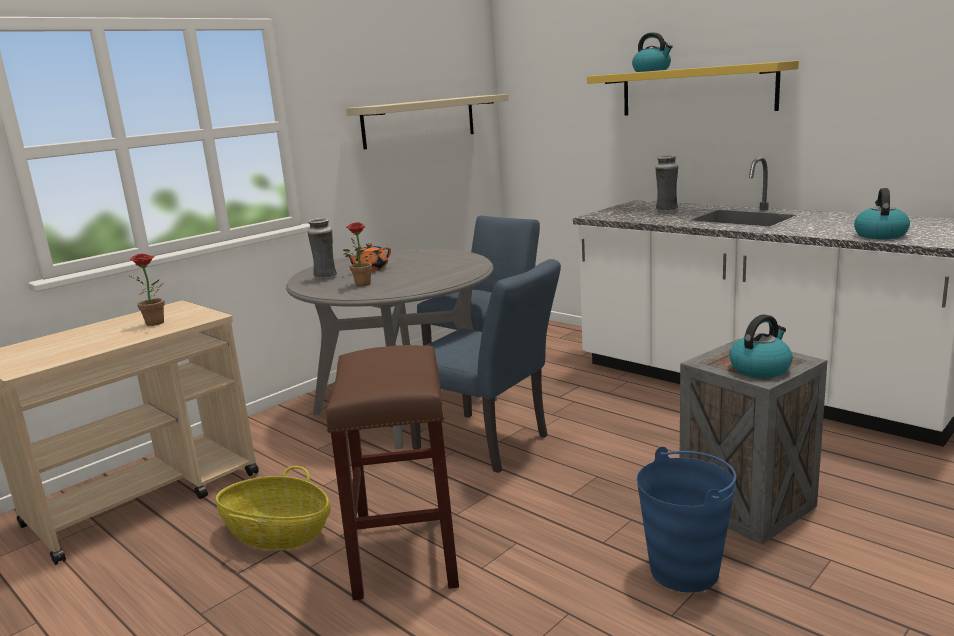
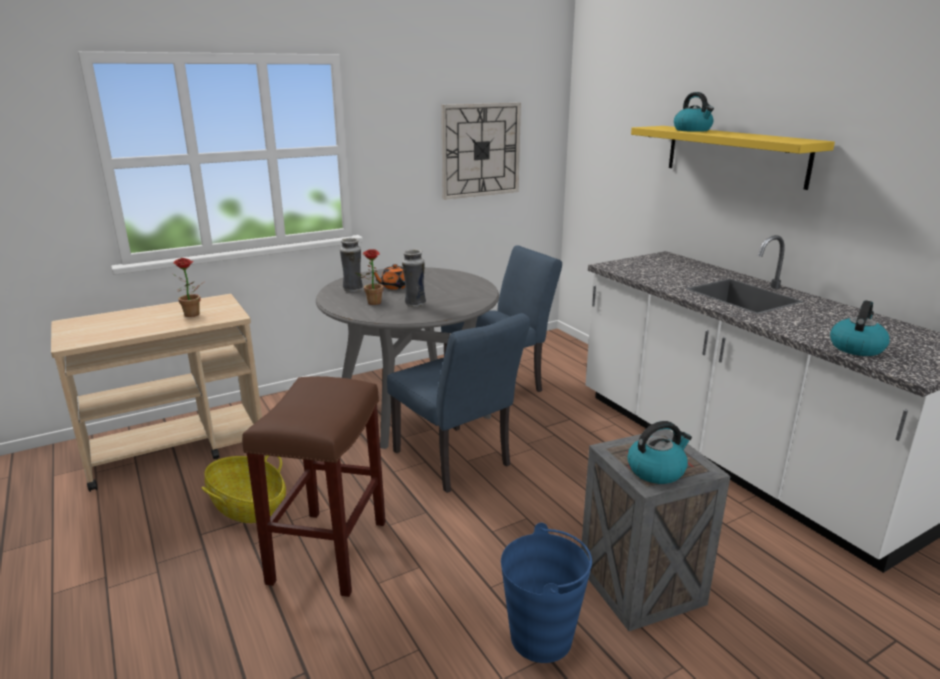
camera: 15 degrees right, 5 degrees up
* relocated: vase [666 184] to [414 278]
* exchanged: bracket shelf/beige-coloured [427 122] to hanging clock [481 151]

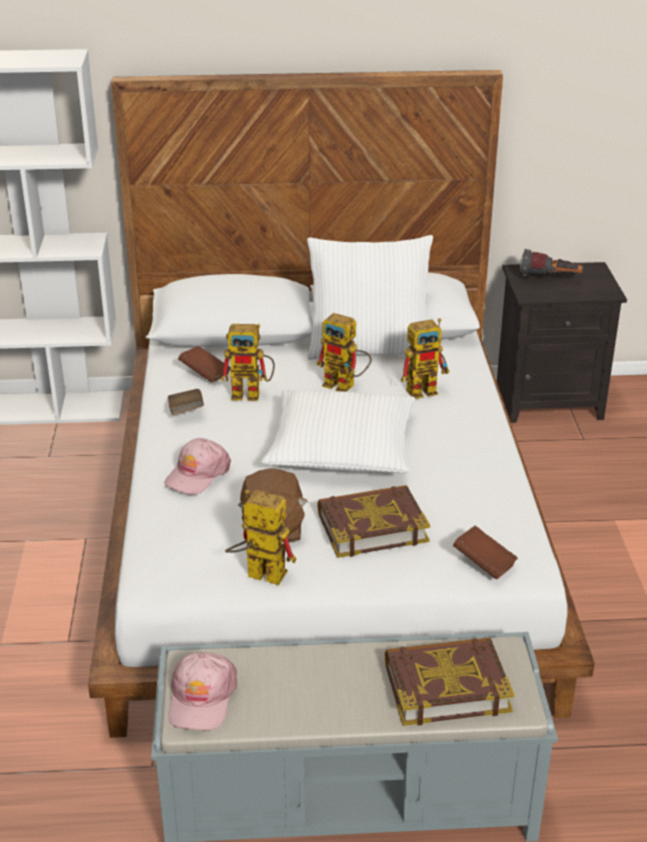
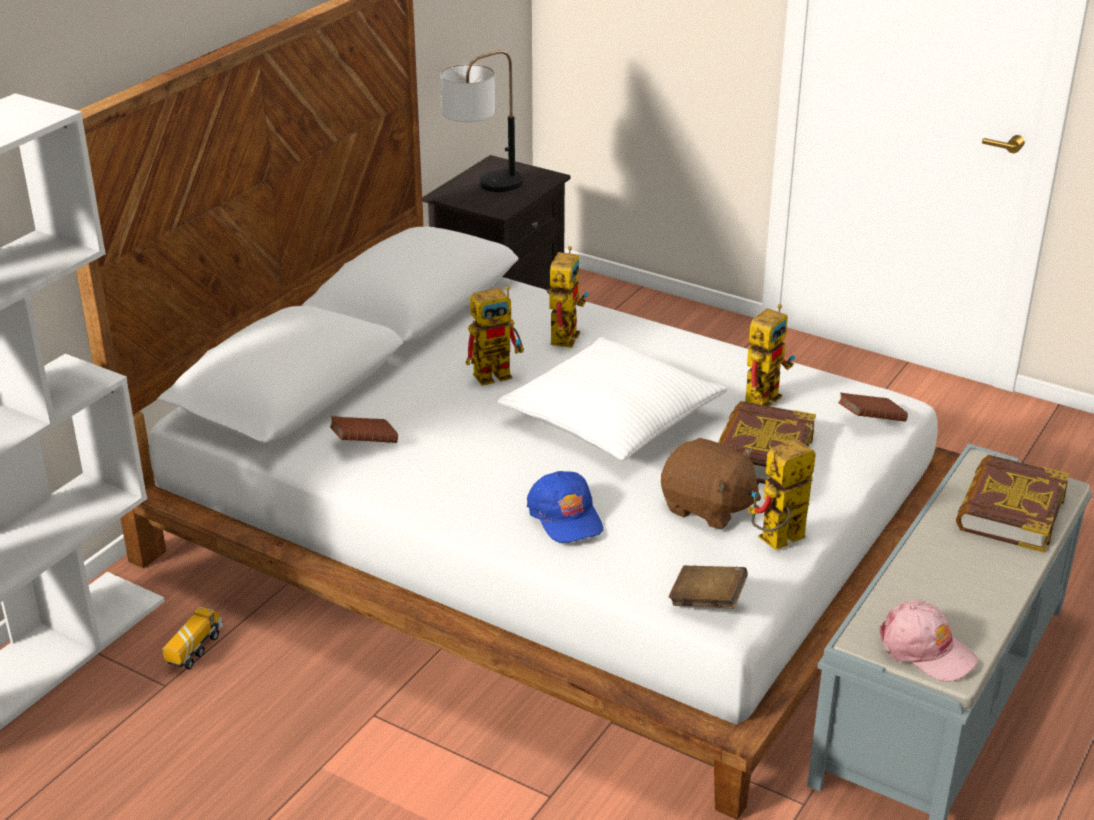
camera: 55 degrees left, 0 degrees up
* appeared: model truck [192 638]
* exchanged: flashlight [551 263] to table lamp [482 121]
* colour: peaked cap/pinkish [197 466] to peaked cap/blue [565 507]
* relocated: book/brownish [186 402] to [708 587]
* relocated: robot figure [248 362] to [770 355]
* missing: throw pillow/white [370 297]

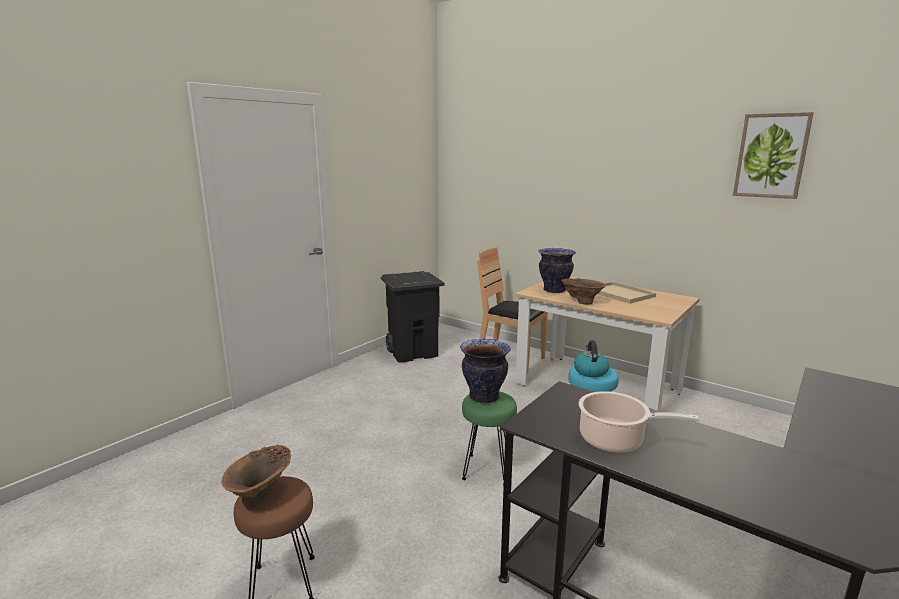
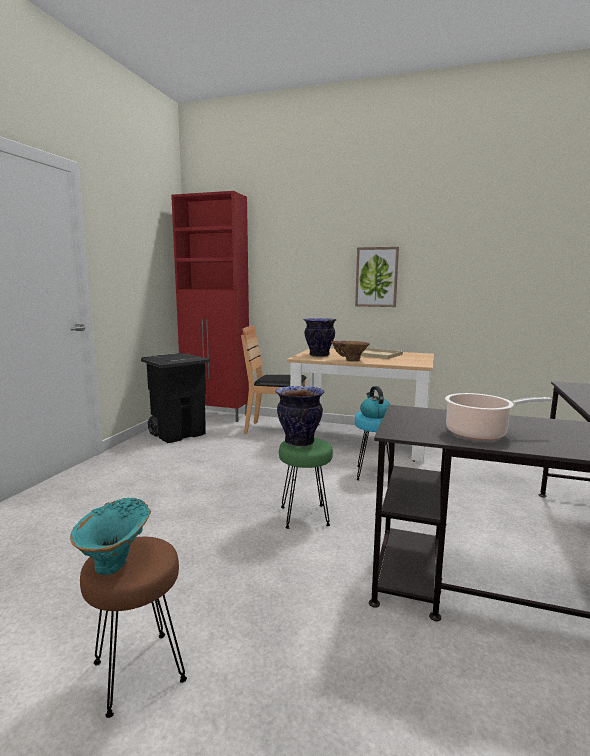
camera: 20 degrees left, 5 degrees down
* colour: vase/brownish [256 476] to vase/turquoise [110 536]
* appeared: storage cabinet/red [210 306]
* relocated: wall picture [773 155] to [377 277]

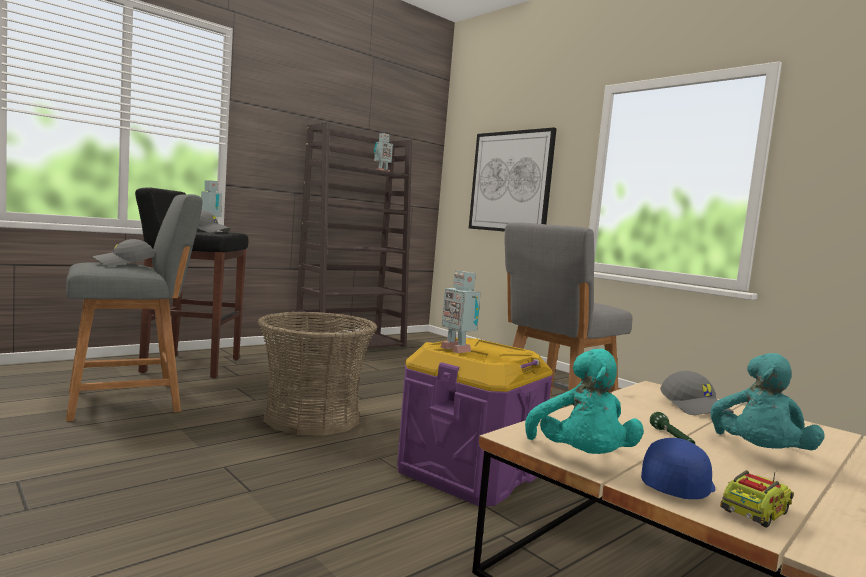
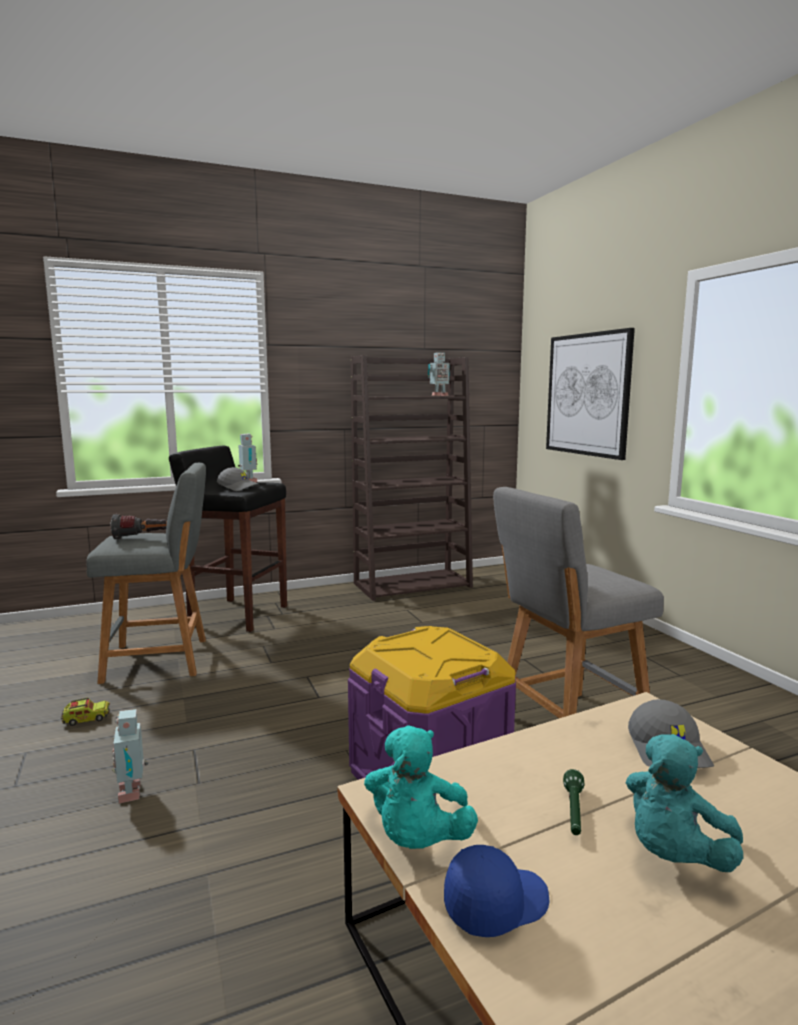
camera: 20 degrees right, 5 degrees up
* relocated: model truck [757 499] to [85 712]
* exchanged: peaked cap/gray [124 252] to flashlight [138 527]
* relocated: robot figure [461 312] to [130 756]
* missing: storage basket [317 374]

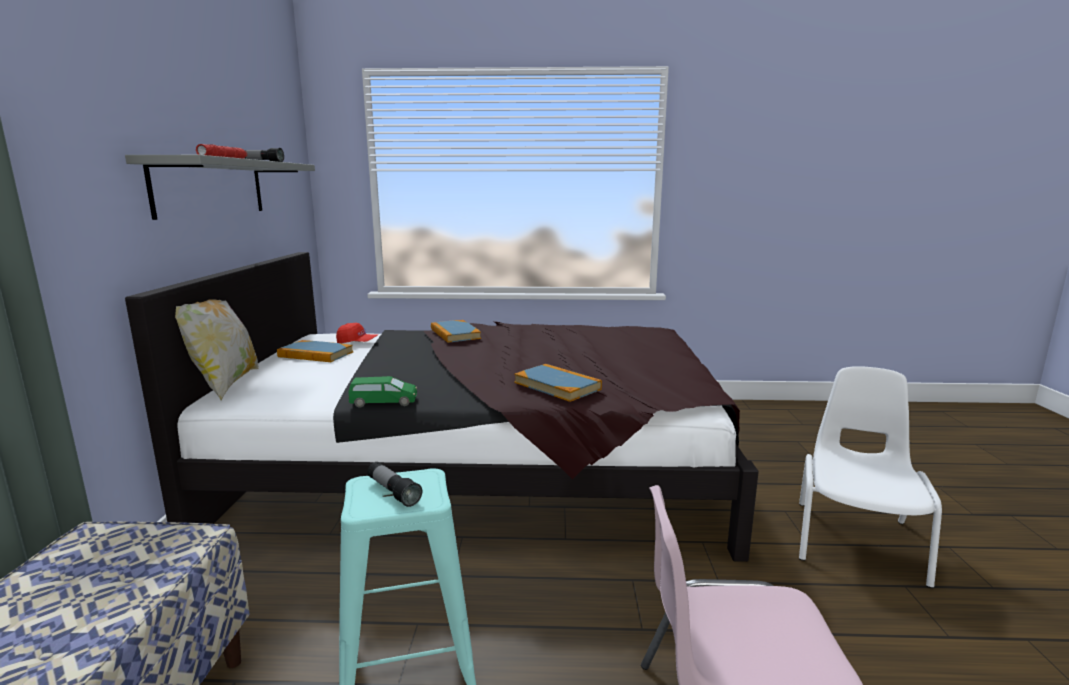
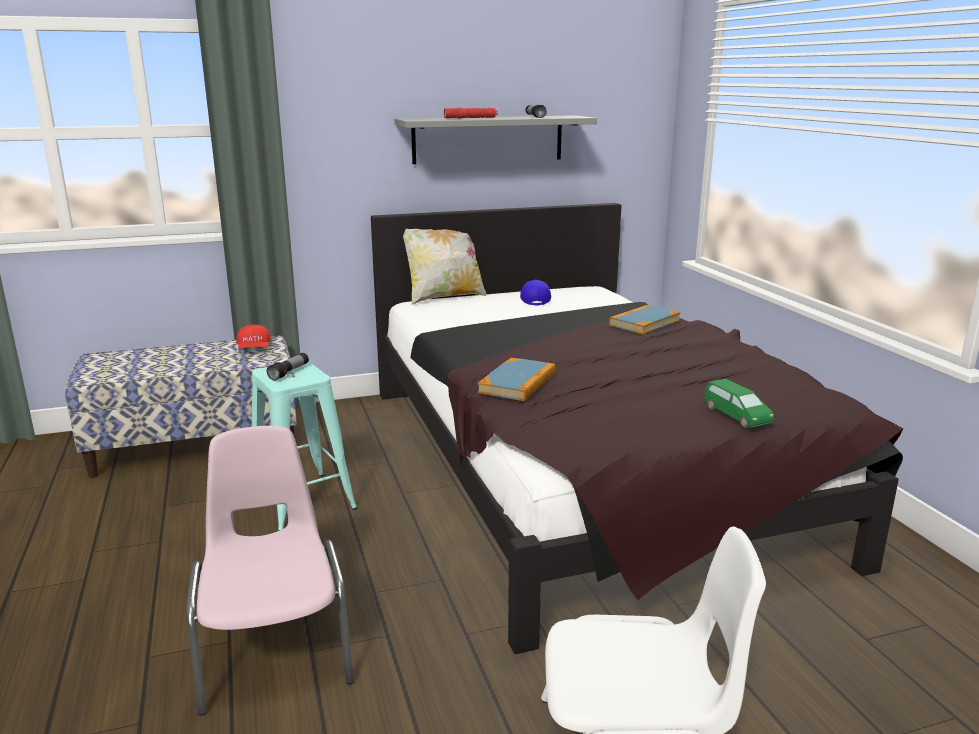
camera: 70 degrees right, 5 degrees up
* relocated: peaked cap/red [356 333] to [254 336]
* exchanged: book [315 351] to peaked cap/blue [535 292]
* relocated: toy car/greenish [383 391] to [739 403]

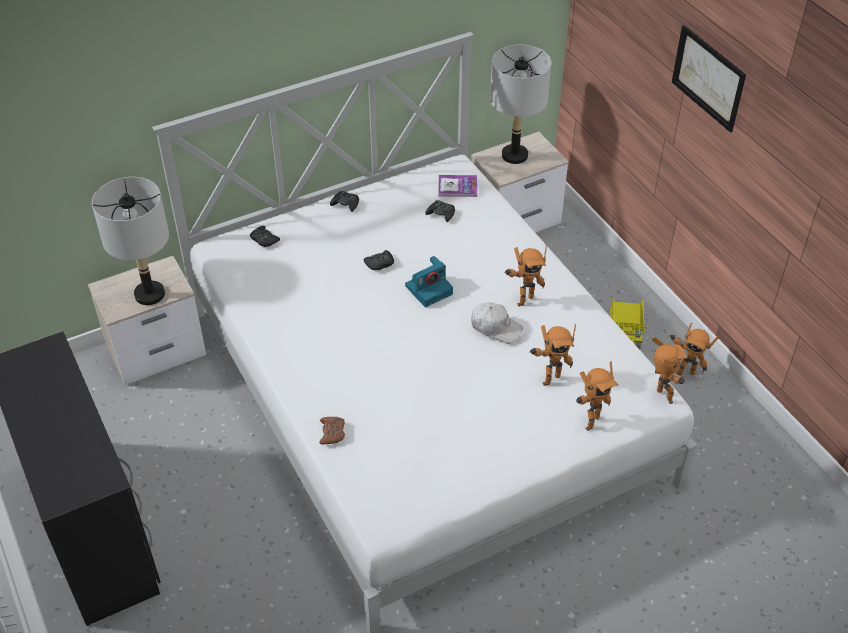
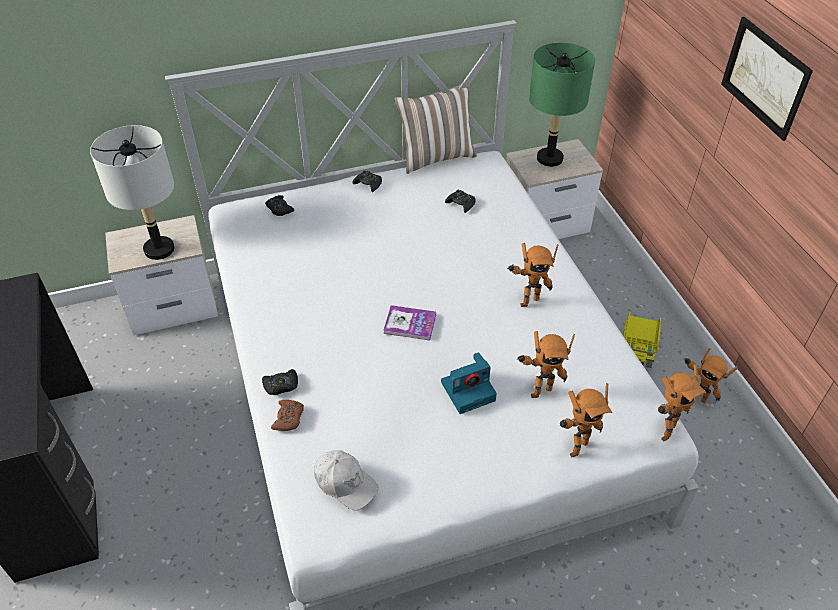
camera: 10 degrees right, 0 degrees up
* relocated: game controller/black-coloured [379 260] to [280 382]
* relocated: peaked cap/white [497 322] to [346 480]
* relocated: book [457 186] to [409 322]
* appeared: throw pillow [435 129]
* relocated: still camera [429 281] to [469 383]
* colour: table lamp/gray [520 104] to table lamp/greenish [562 105]
* spun: robot figure [669 370] = [682 403] 60 degrees clockwise

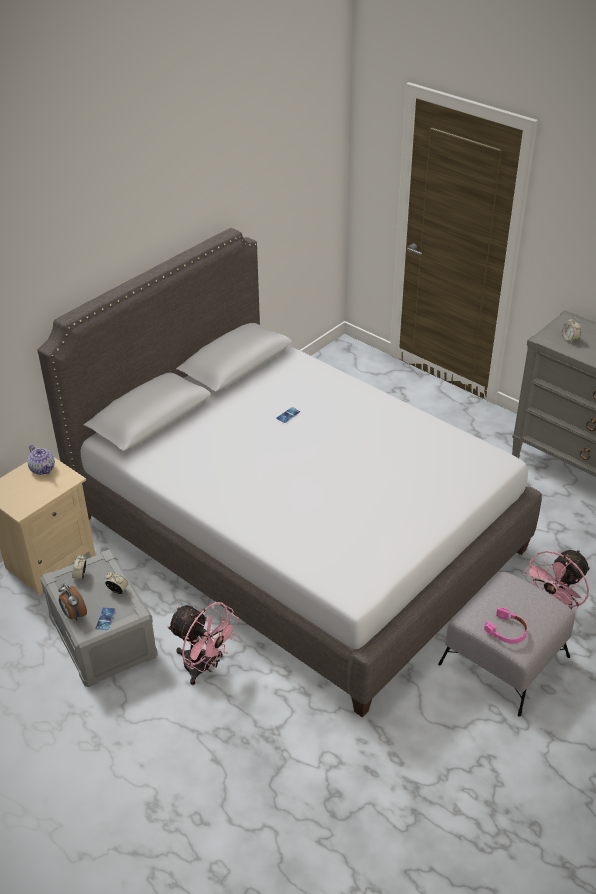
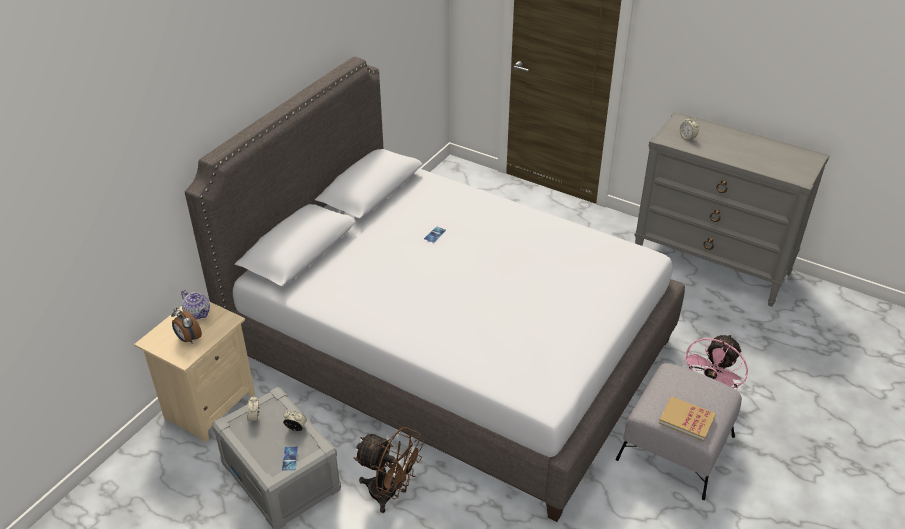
camera: 10 degrees left, 0 degrees up
* relocated: table clock [72 602] to [186 325]
* colour: electric fan/pinkish [203 643] to electric fan/brownish [388 470]
* exchanged: headset/pinkish [506 626] to book [687 418]

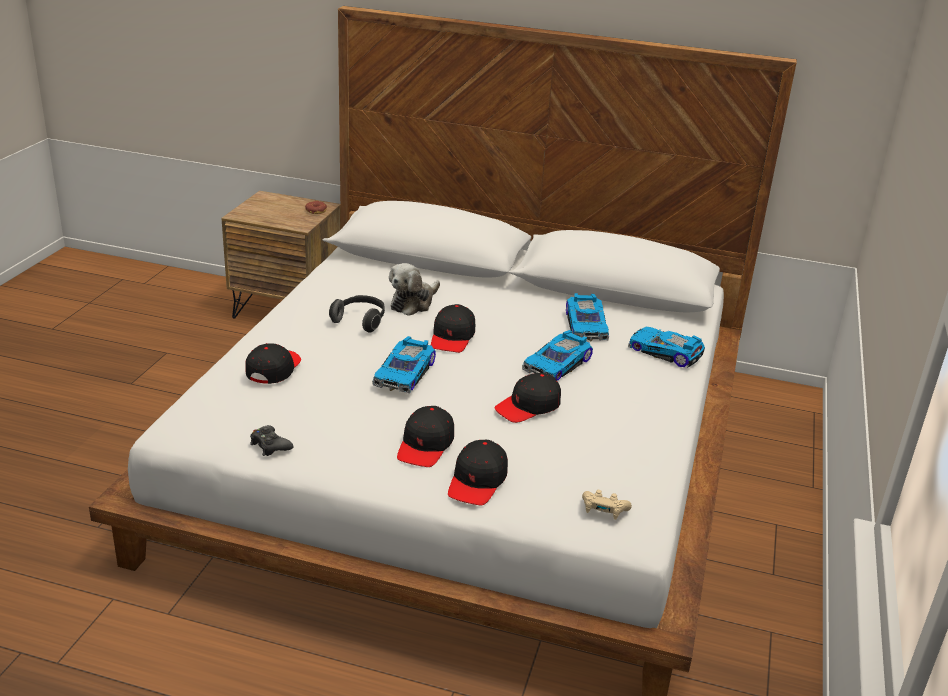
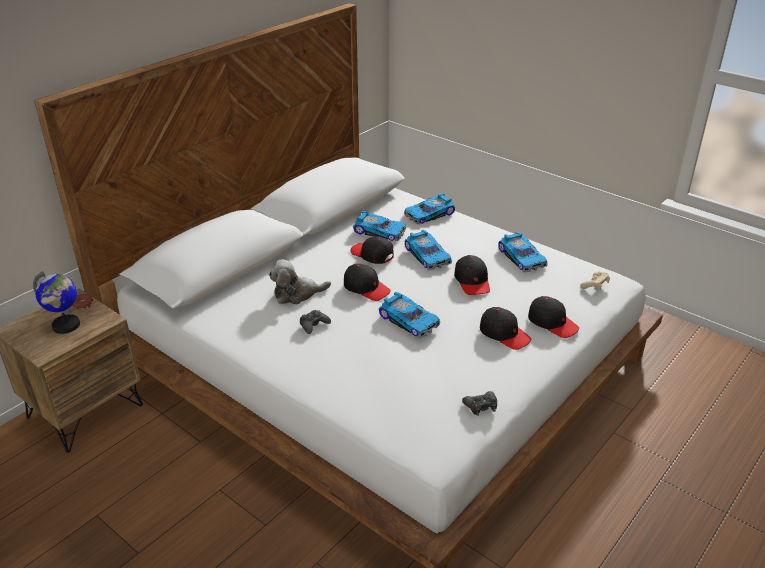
camera: 65 degrees left, 5 degrees up
* appeared: desk globe [56 302]
* spun: cuddly toy [414 289] = [300 281] 105 degrees clockwise
* exchanged: headset [357 314] to game controller/black-coloured [315 322]
* relocated: peaked cap/black-coloured [273 363] to [372 250]
* appeared: toy car [523 252]

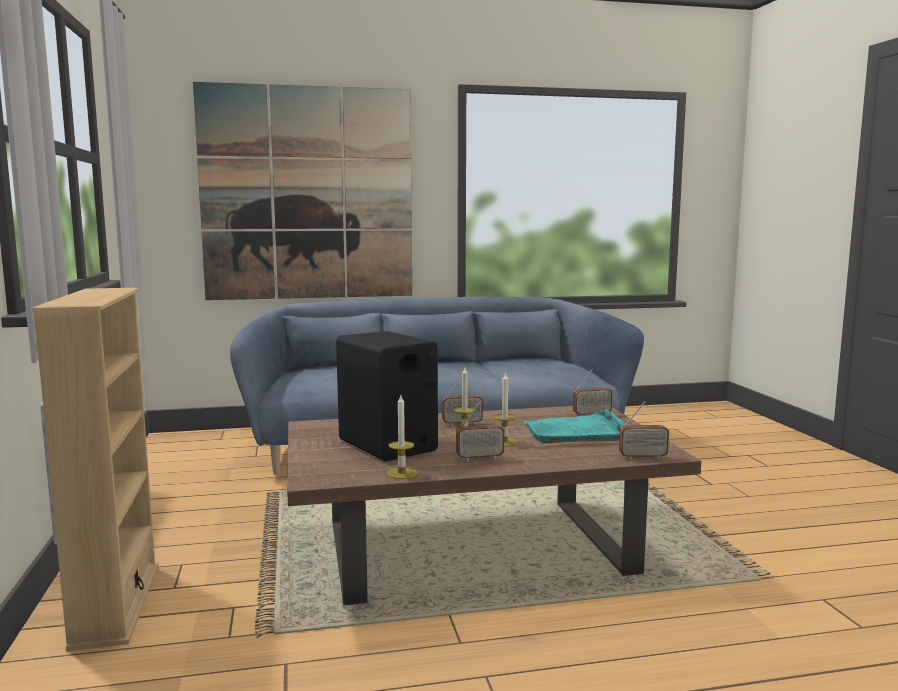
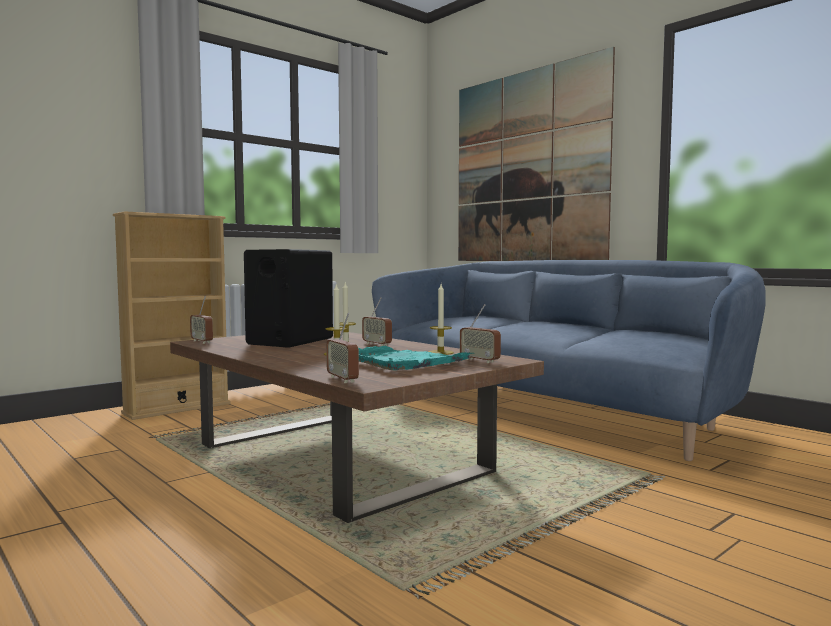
camera: 60 degrees right, 5 degrees down
* relocated: radio [480 431] to [201 320]
* relocated: candle [402 437] to [441 319]

